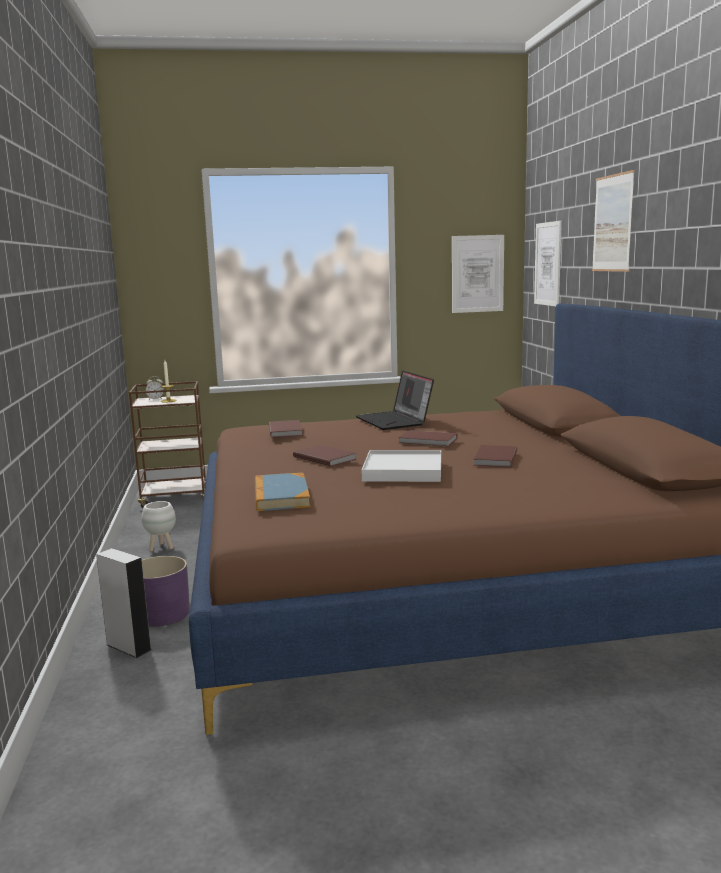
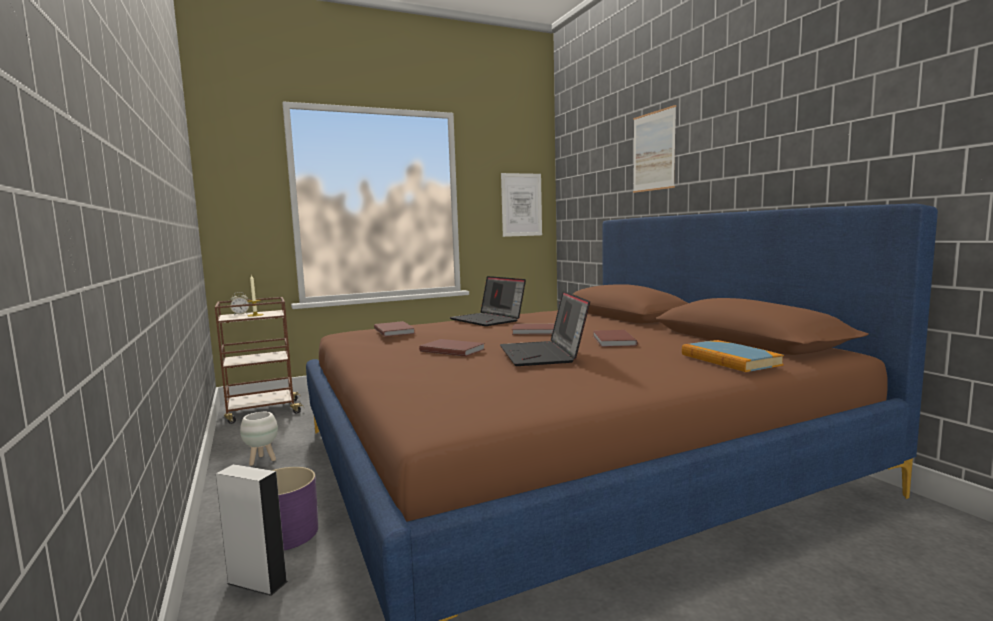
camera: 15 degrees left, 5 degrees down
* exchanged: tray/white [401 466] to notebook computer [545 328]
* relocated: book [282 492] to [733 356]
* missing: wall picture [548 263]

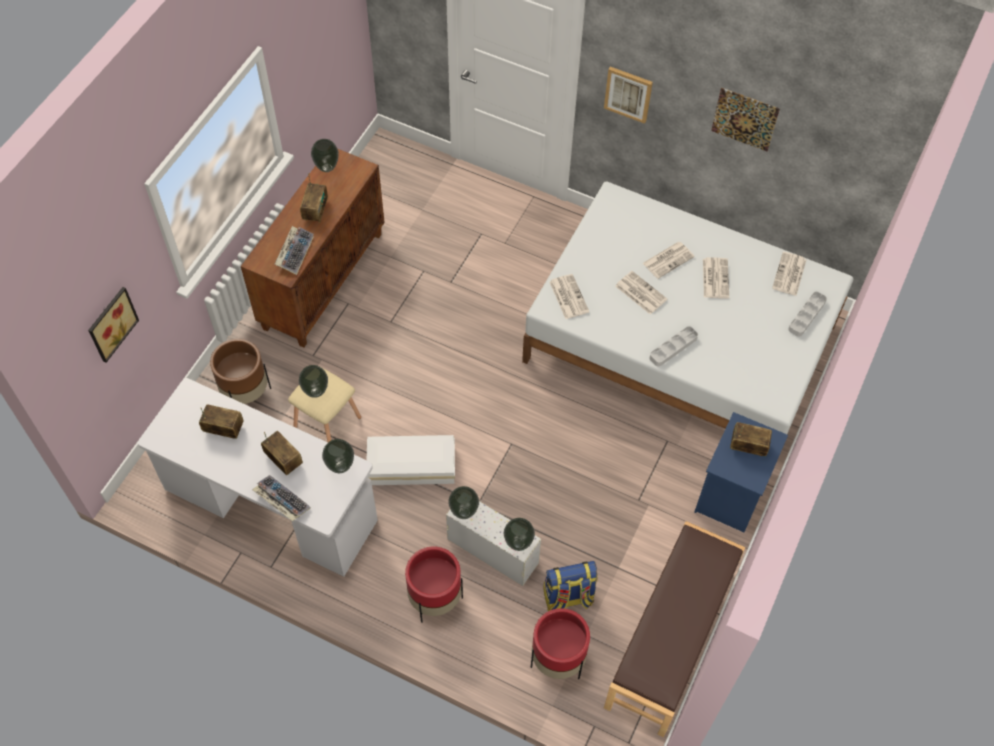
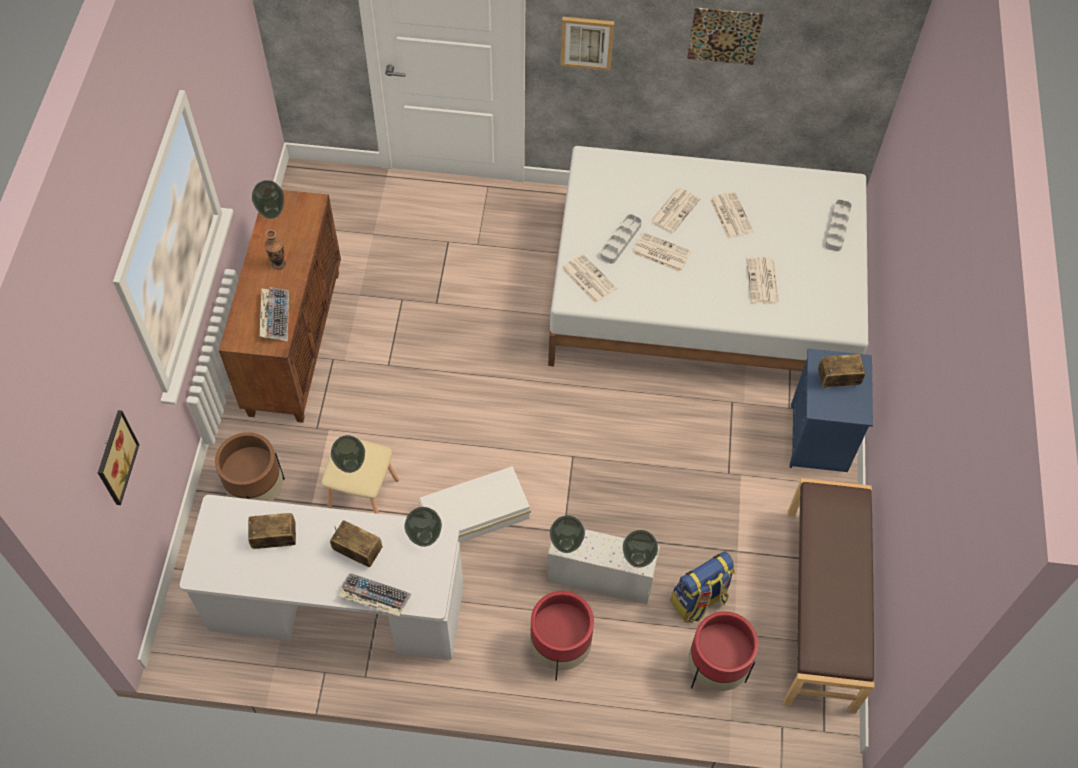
camera: 20 degrees left, 0 degrees up
* exchanged: radio [314 198] to vase [275 249]
* relocated: tray/gray [674 346] to [621 239]
* relocated: daily paper [789 274] to [762 280]

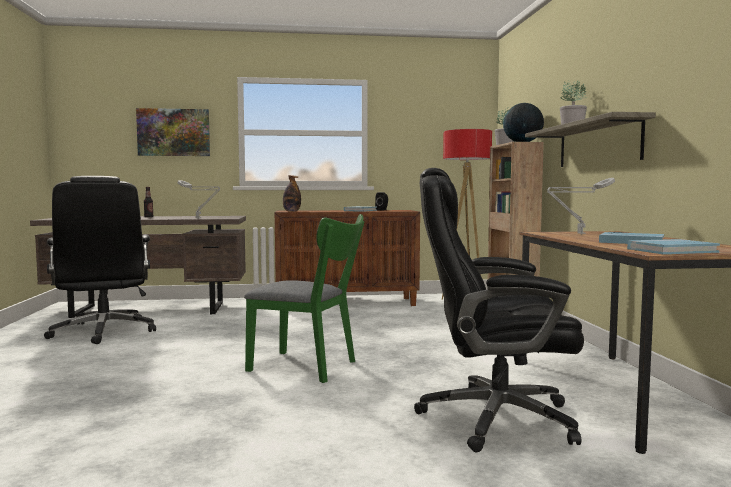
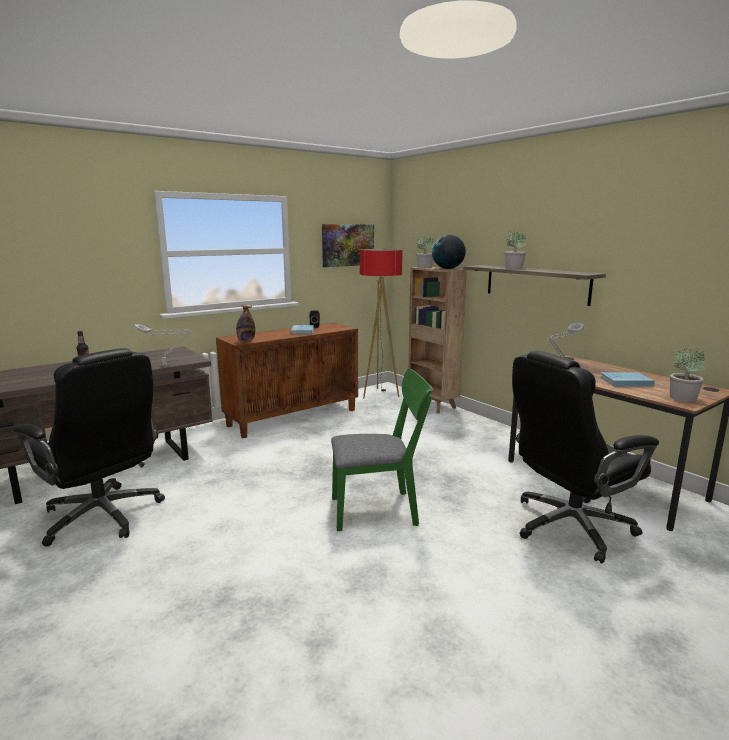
camera: 30 degrees left, 10 degrees up
* relocated: wall picture [173 132] to [348 245]
* exchanged: book/blue [673 246] to plant in a pot [687 375]

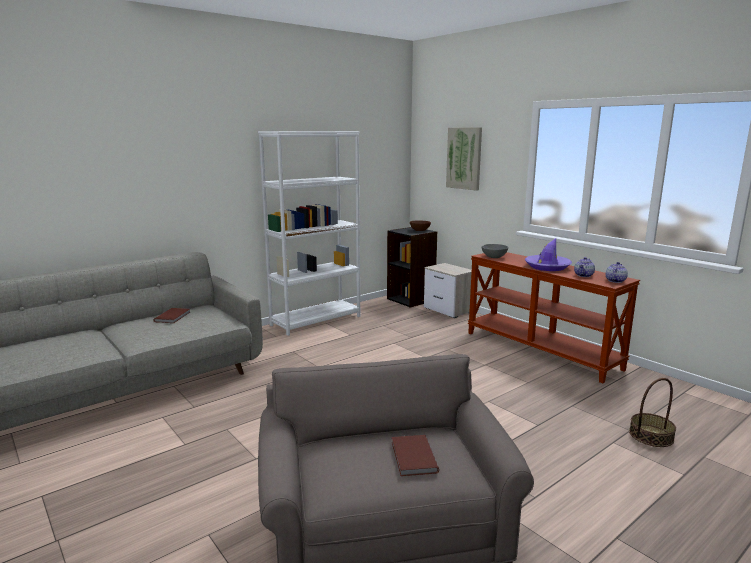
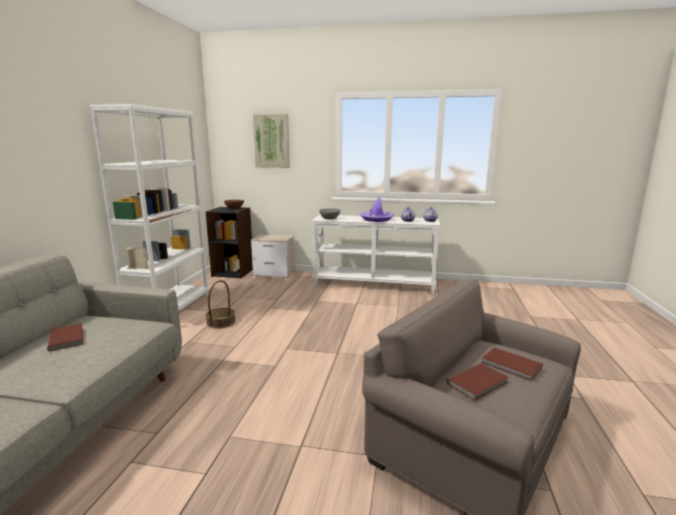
camera: 40 degrees left, 0 degrees up
* relocated: storage basket [652 412] to [221 304]
* colour: narrow table/brownish [554 317] to narrow table/white [376 254]
* appeared: book/brownish [478 382]

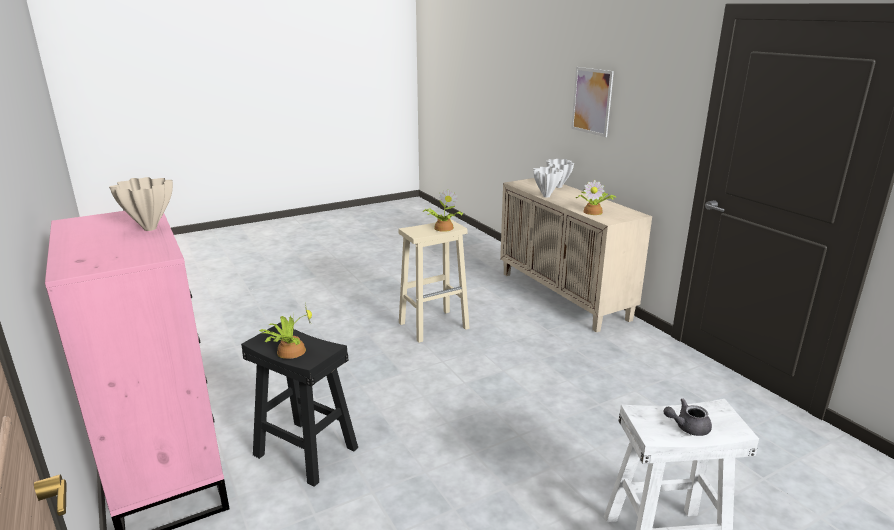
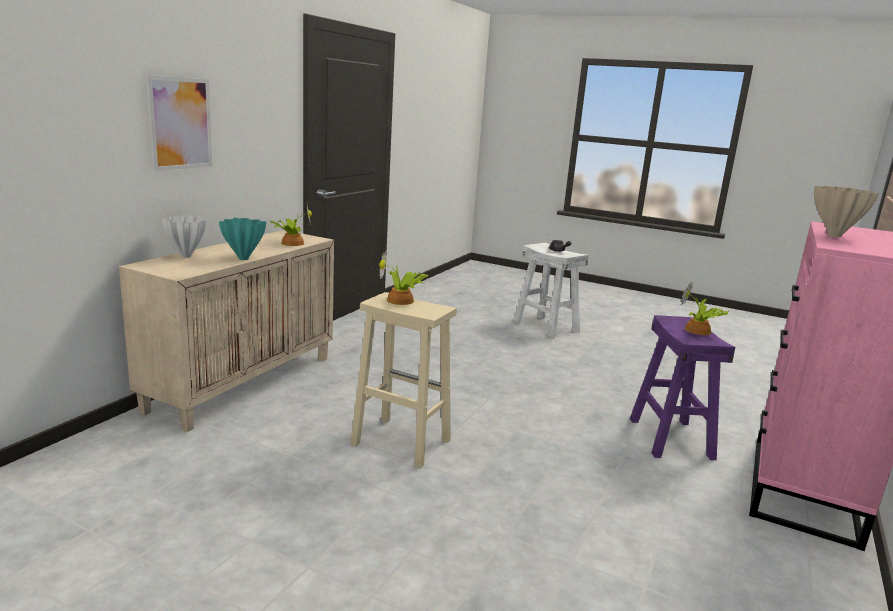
camera: 125 degrees left, 5 degrees down
* colour: vase/white [548 182] to vase/turquoise [242 239]
* colour: sitting stool/black-coloured [299 404] to sitting stool/purple-coloured [682 387]

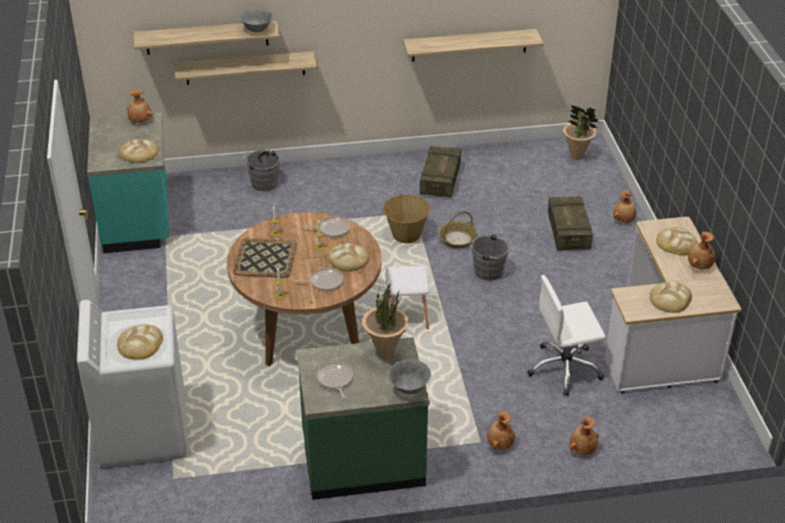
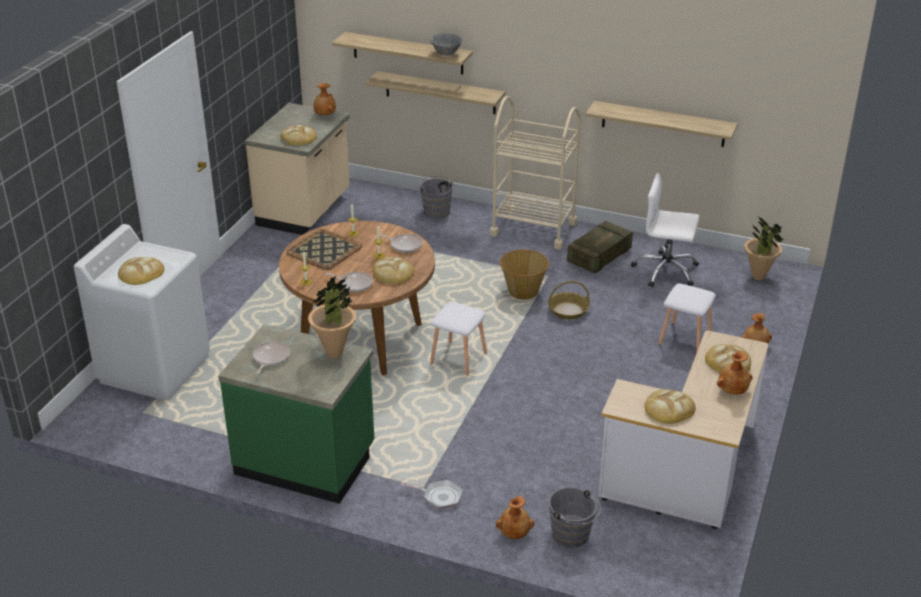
camera: 30 degrees right, 5 degrees down
* colour: counter/turquoise [128 182] to counter/beige-coloured [297 169]
* exchanged: vase/brownish [501 430] to skillet [431 494]
* appeared: trolley/beige-coloured [535 172]
* relocated: pail/gray [492 257] to [575 517]
* relocated: office chair/white [566 335] to [665 230]
* exchanged: packing crate [570 223] to sitting stool/white [687 318]
* missing: deep dish/gray [409 377]

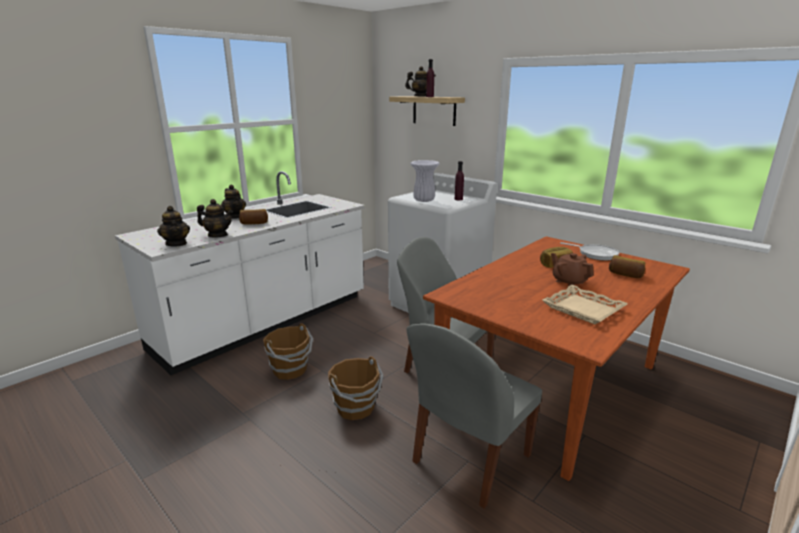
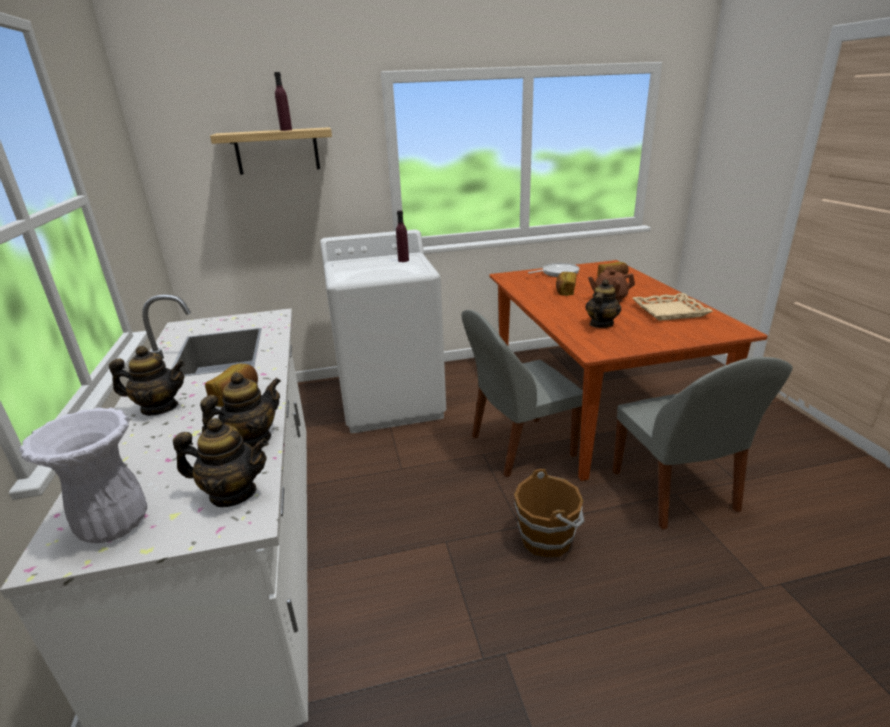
camera: 55 degrees left, 5 degrees up
* relocated: vase/white [425 181] to [83 475]
* relocated: teapot [420 81] to [603 303]
* missing: pail/brownish [288 351]

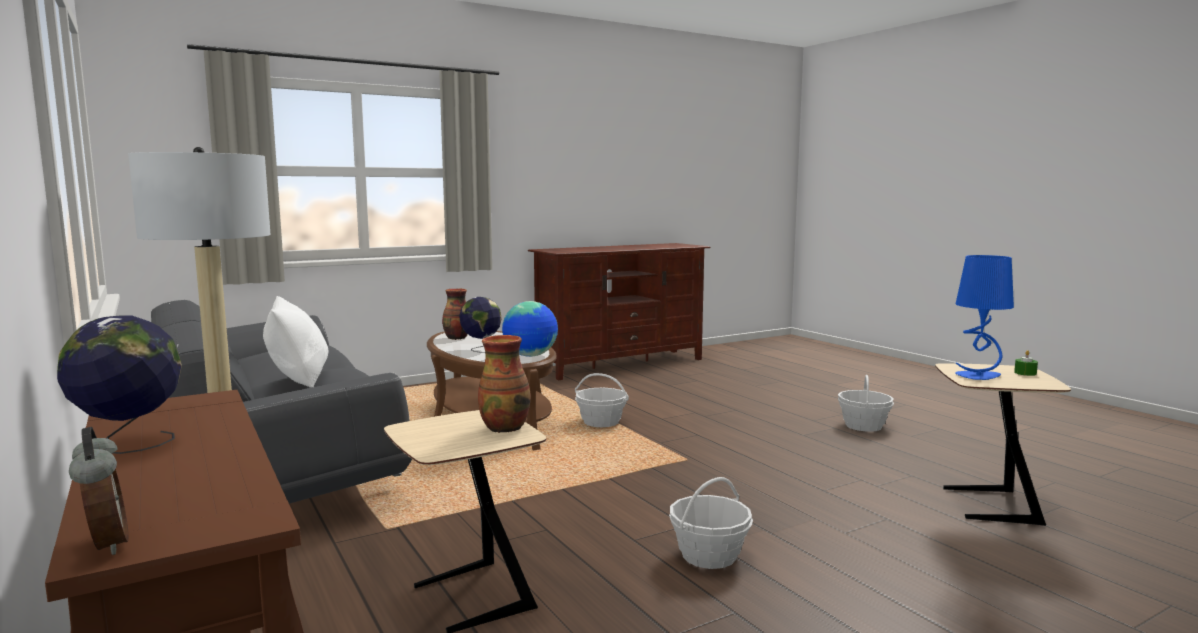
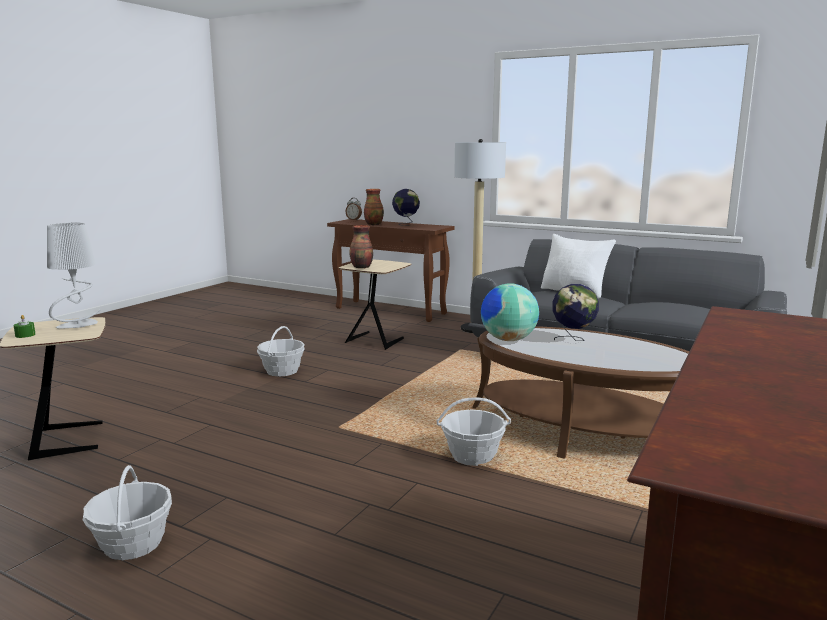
camera: 150 degrees right, 5 degrees up
* colour: table lamp/blue [984 317] to table lamp/gray [73 275]
* relocated: vase [455 314] to [374 207]

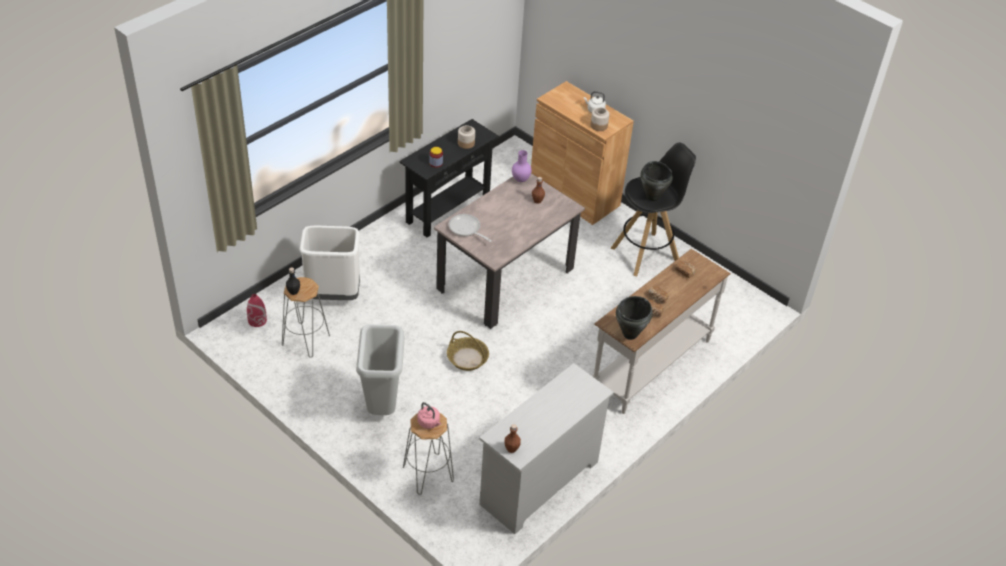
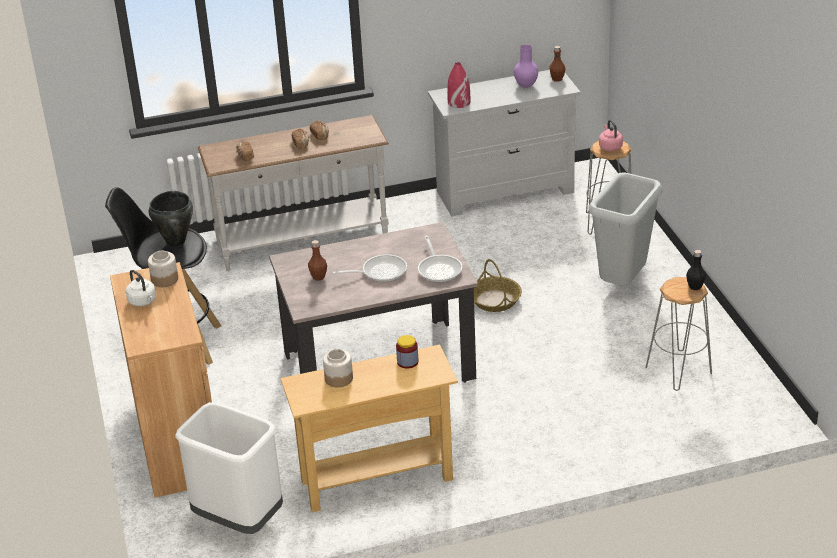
camera: 145 degrees left, 10 degrees down
* relocated: waste bin/white [329 263] to [229 468]
* colour: narrow table/black-coloured [449 178] to narrow table/beige-coloured [369 428]
* appeared: skillet [370 268]
* relocated: vase/red [257 310] to [459 85]
* relocated: vase/purple-coloured [522 166] to [526 66]
* missing: cooking pot/black-coloured [634 318]

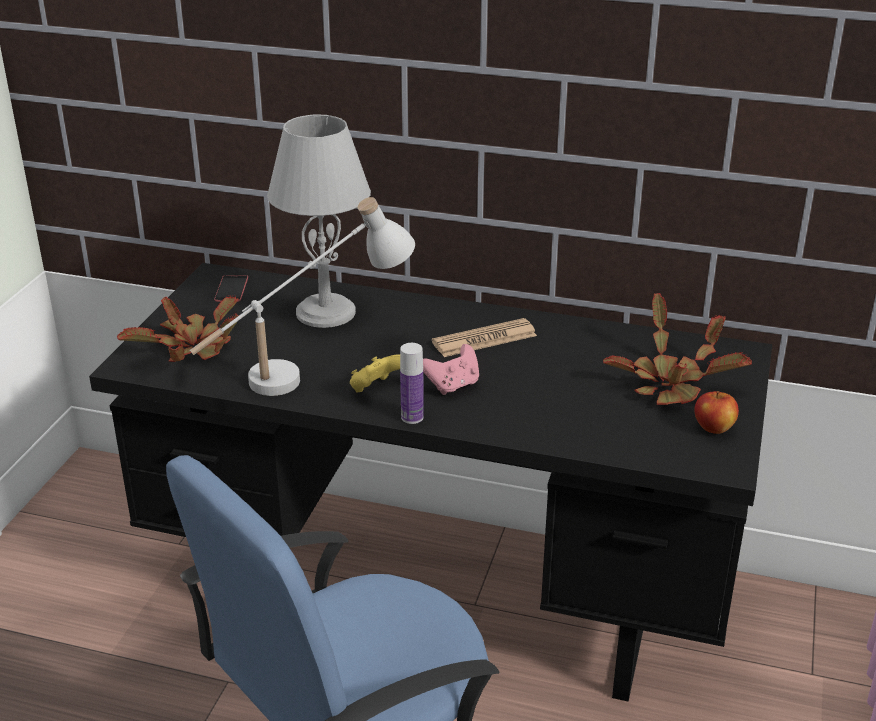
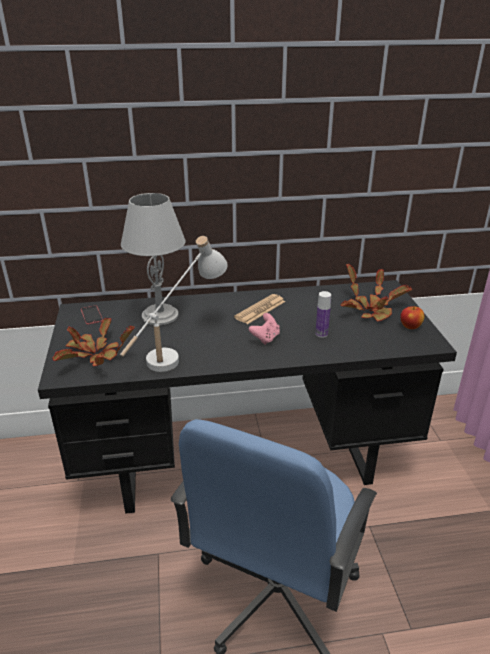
camera: 25 degrees left, 0 degrees up
* relocated: bottle [412 383] to [323 314]
* missing: game controller/yellowish [375 373]

